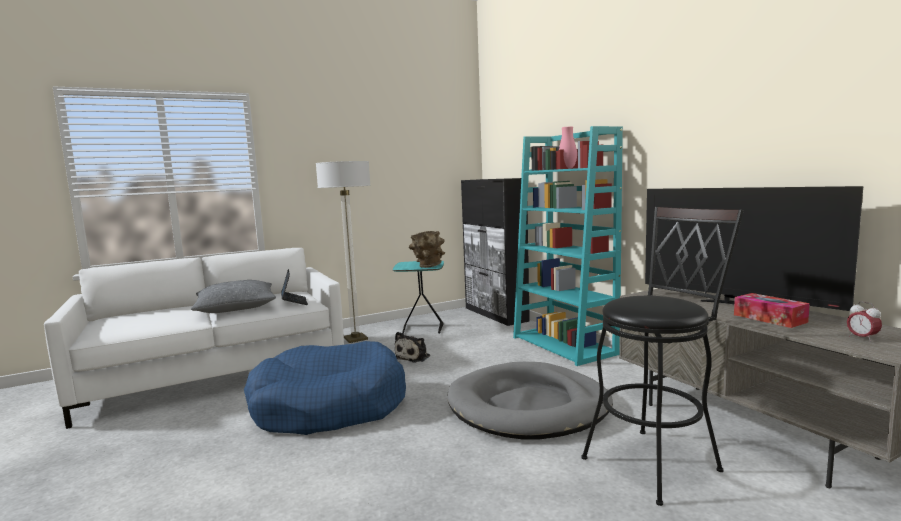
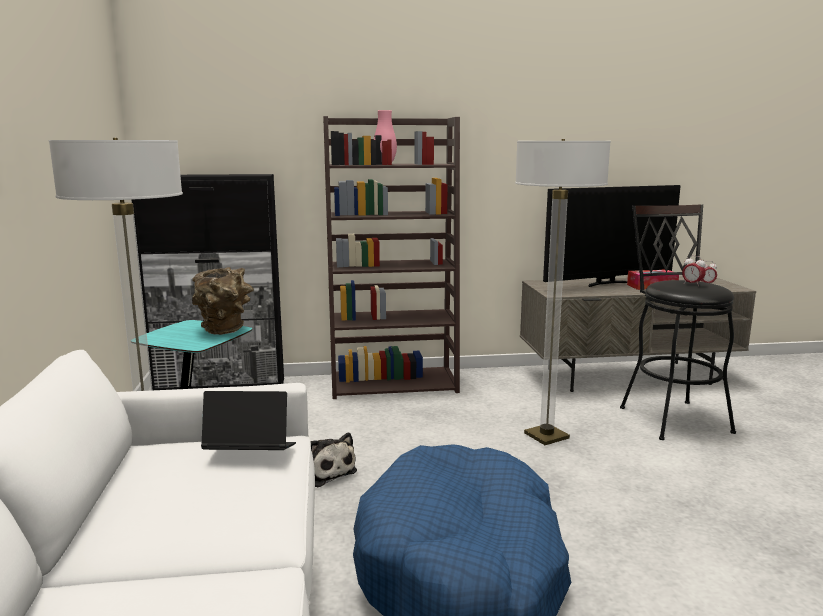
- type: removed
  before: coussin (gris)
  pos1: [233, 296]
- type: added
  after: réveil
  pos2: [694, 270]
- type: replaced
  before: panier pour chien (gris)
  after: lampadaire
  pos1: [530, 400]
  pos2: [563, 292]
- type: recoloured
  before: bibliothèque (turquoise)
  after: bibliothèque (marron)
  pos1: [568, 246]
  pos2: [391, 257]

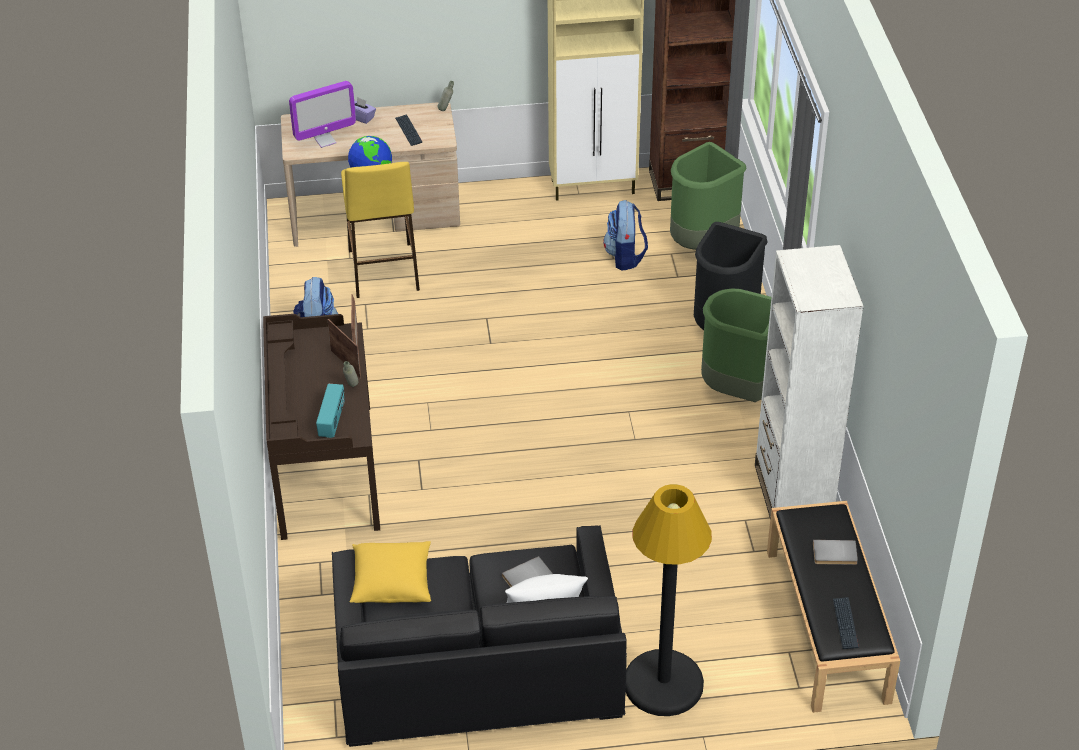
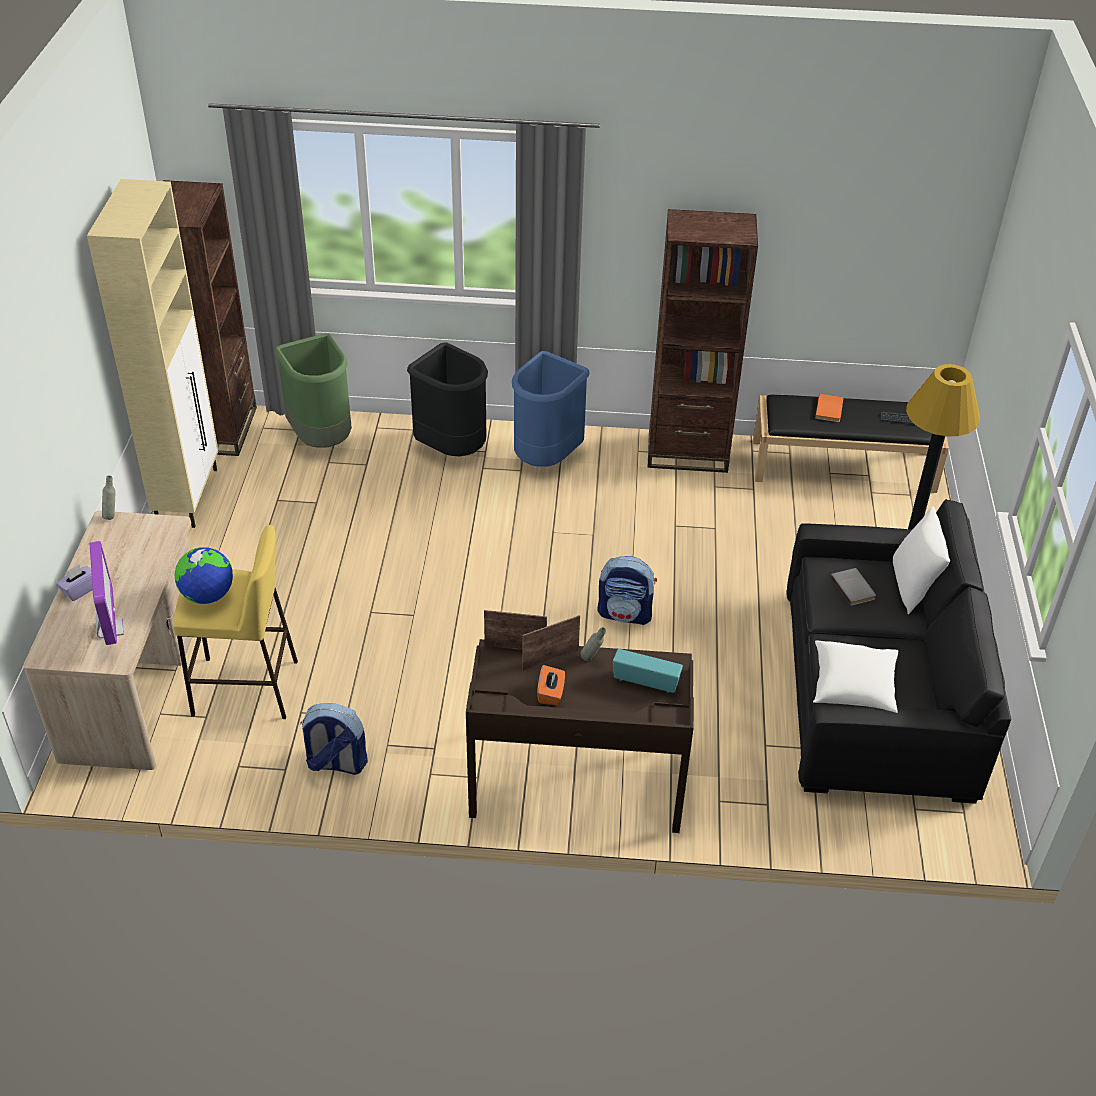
- type: removed
  before: clavier
  pos1: [408, 130]
- type: added
  after: boîte à mouchoirs (orange)
  pos2: [551, 685]
- type: moved
  before: sac à dos
  pos1: [625, 235]
  pos2: [627, 590]
- type: recoloured
  before: coussin (jaune)
  after: coussin (blanc)
  pos1: [390, 572]
  pos2: [855, 676]
- type: recoloured
  before: poubelle (vert)
  after: poubelle (bleu)
  pos1: [736, 345]
  pos2: [550, 409]
- type: recoloured
  before: bibliothèque (blanc)
  after: bibliothèque (marron)
  pos1: [809, 381]
  pos2: [703, 341]
- type: recoloured
  before: livre (gris)
  after: livre (orange)
  pos1: [835, 552]
  pos2: [829, 408]

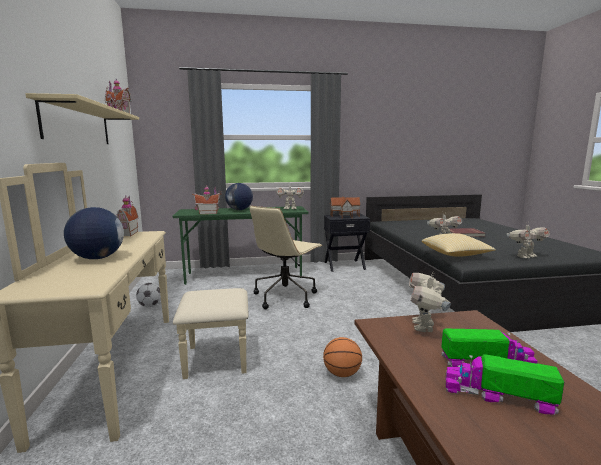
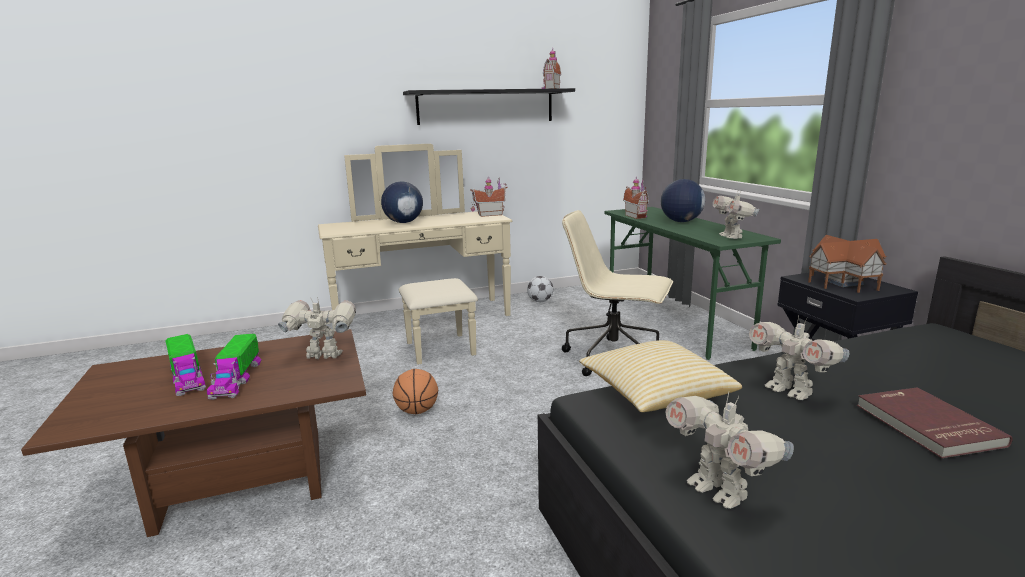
- type: recoloured
  before: étagère (beige)
  after: étagère (noir)
  pos1: [82, 118]
  pos2: [489, 106]
- type: turned
  before: camion jouet
  pos1: [504, 384]
  pos2: [185, 365]
  turn: 135

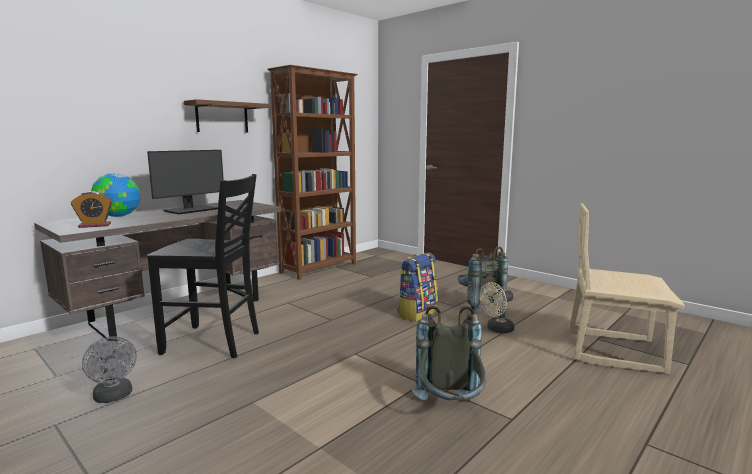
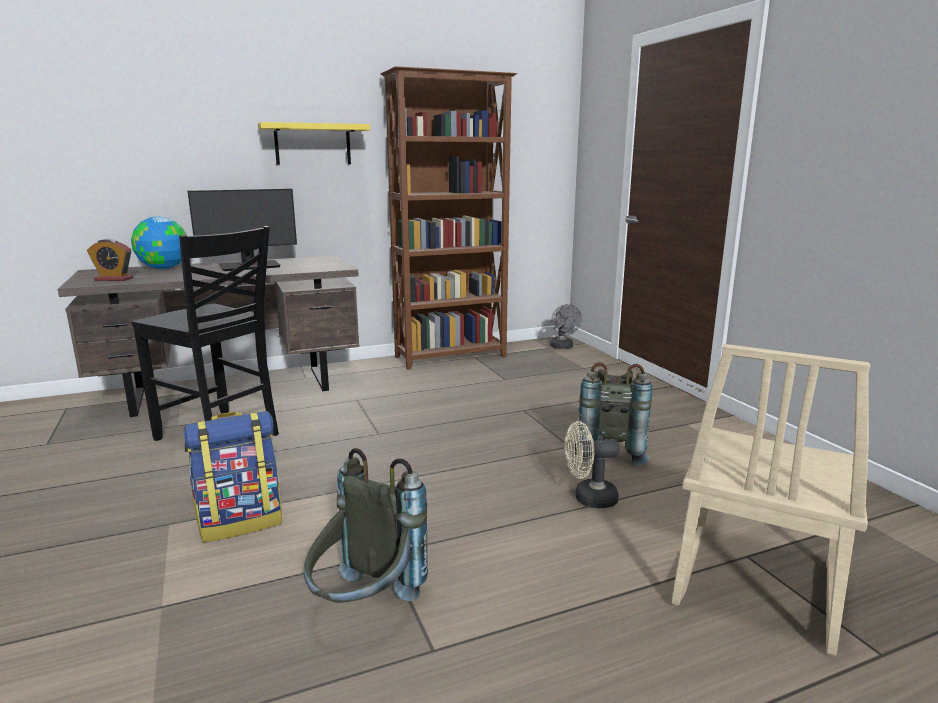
- type: moved
  before: ventilateur (gris)
  pos1: [109, 369]
  pos2: [566, 326]
- type: moved
  before: sac à dos
  pos1: [417, 287]
  pos2: [233, 476]
- type: recoloured
  before: étagère (marron)
  after: étagère (jaune)
  pos1: [226, 115]
  pos2: [314, 143]
- type: turned
  before: chaise (beige)
  pos1: [627, 288]
  pos2: [770, 500]
  turn: -105

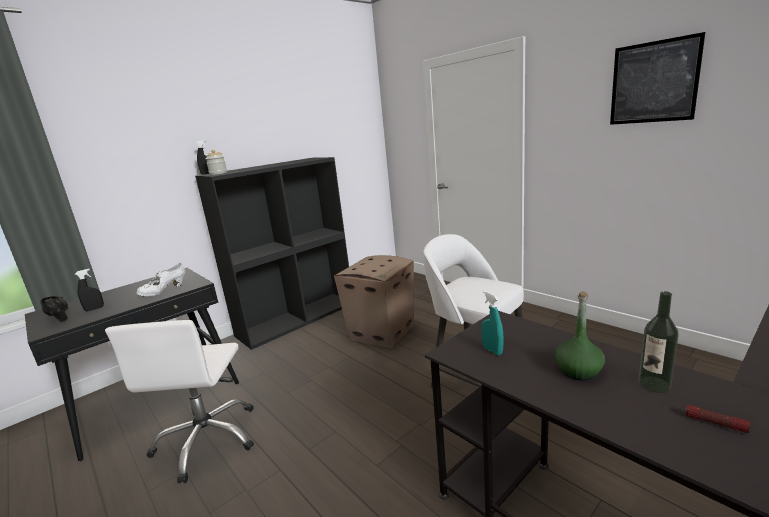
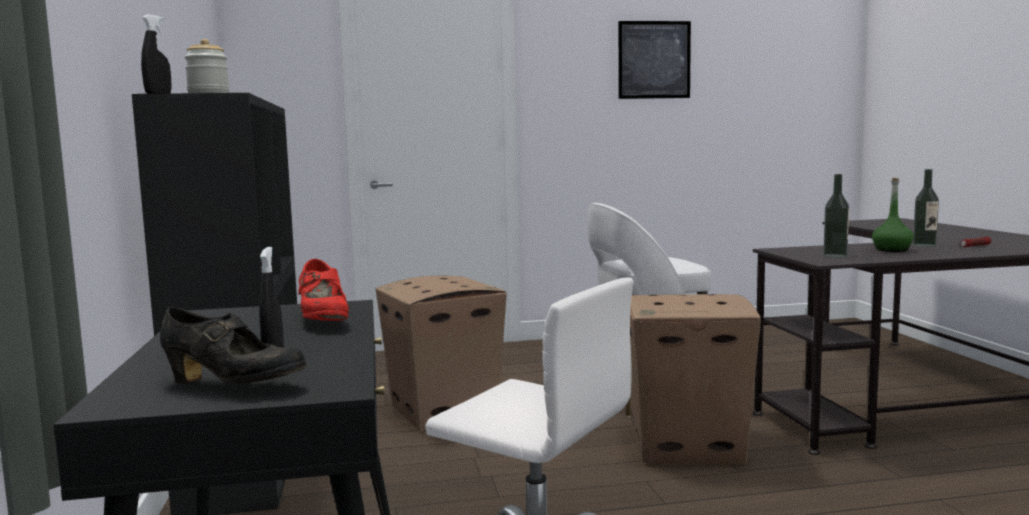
- type: added
  after: carton
  pos2: [695, 379]
- type: replaced
  before: vaporisateur (turquoise)
  after: bouteille
  pos1: [492, 323]
  pos2: [836, 216]
- type: recoloured
  before: chaussure (blanc)
  after: chaussure (rouge)
  pos1: [160, 279]
  pos2: [323, 290]
- type: turned
  before: chaussure (noir)
  pos1: [54, 309]
  pos2: [233, 345]
  turn: -150

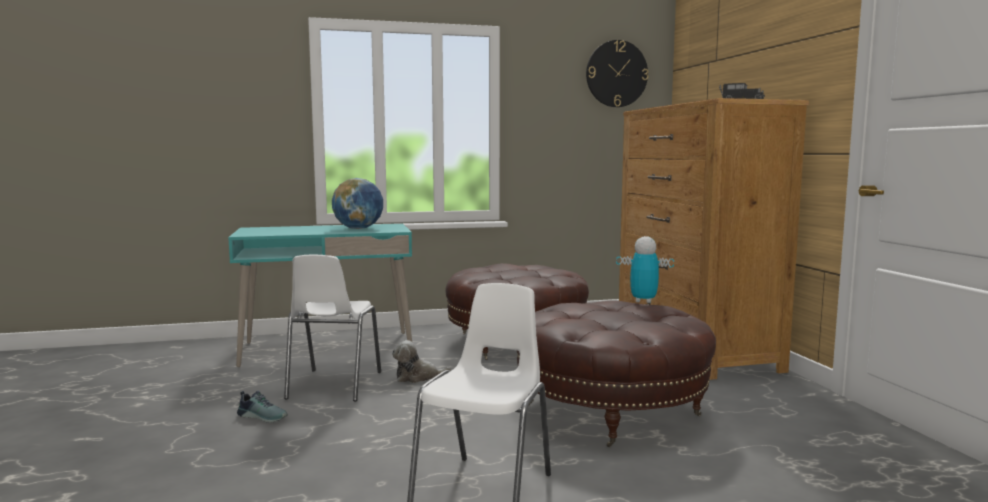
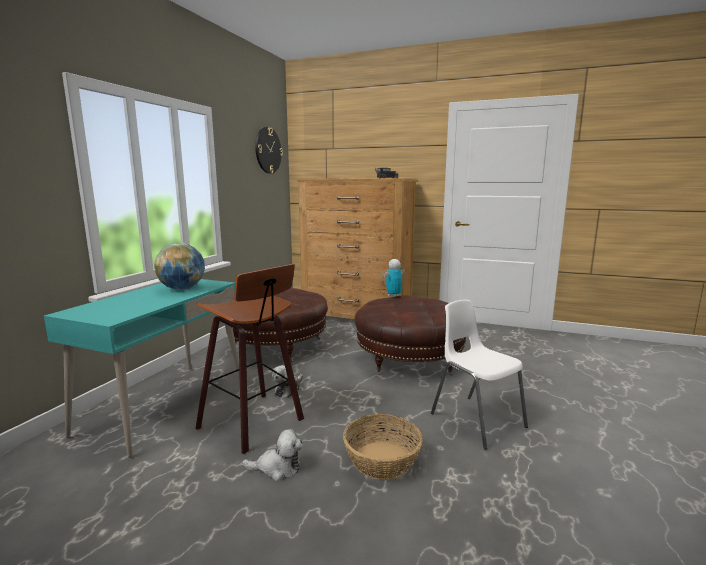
- type: added
  after: panier
  pos2: [383, 447]
- type: replaced
  before: chaussure
  after: peluche
  pos1: [262, 406]
  pos2: [272, 455]
- type: replaced
  before: chaise (blanc)
  after: tabouret
  pos1: [332, 328]
  pos2: [250, 359]

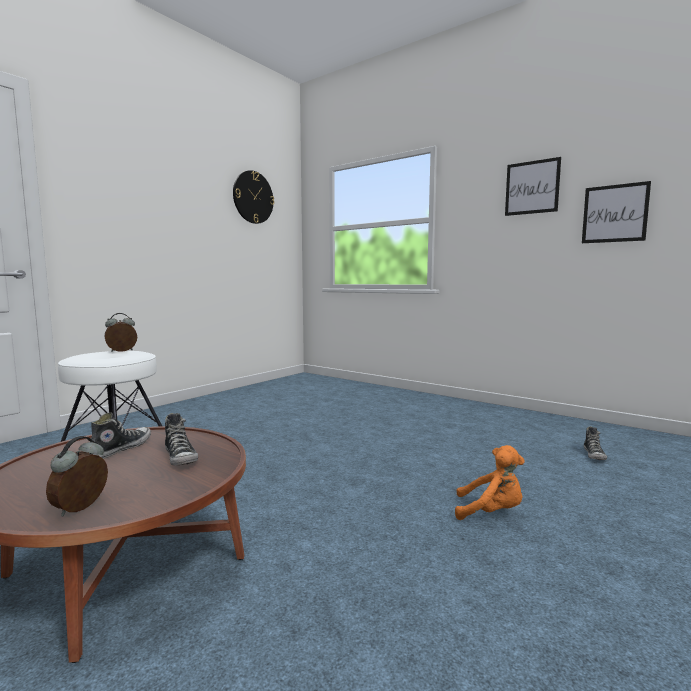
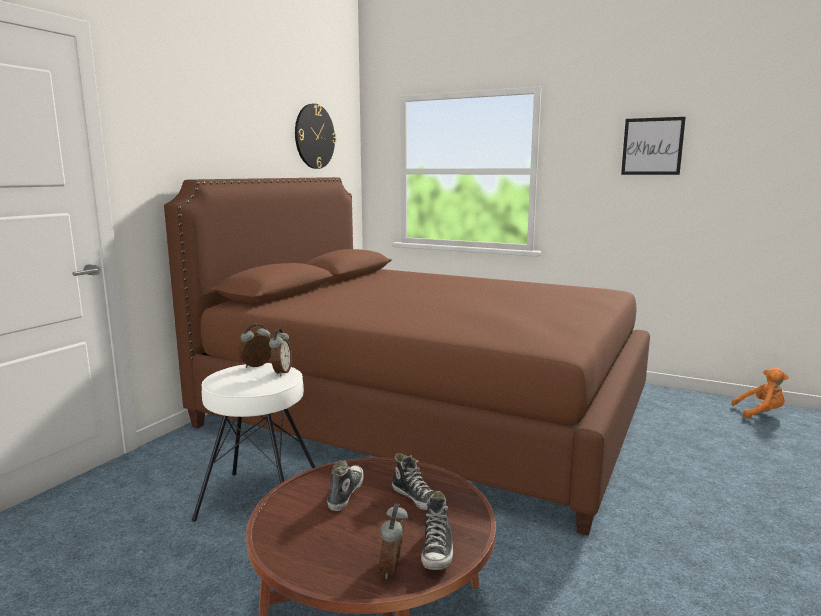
- type: removed
  before: tableau
  pos1: [616, 212]
- type: added
  after: lit (marron)
  pos2: [407, 356]
- type: added
  after: réveil
  pos2: [280, 352]
- type: moved
  before: peluche (orange)
  pos1: [490, 482]
  pos2: [760, 393]
- type: moved
  before: chaussure
  pos1: [595, 443]
  pos2: [437, 530]

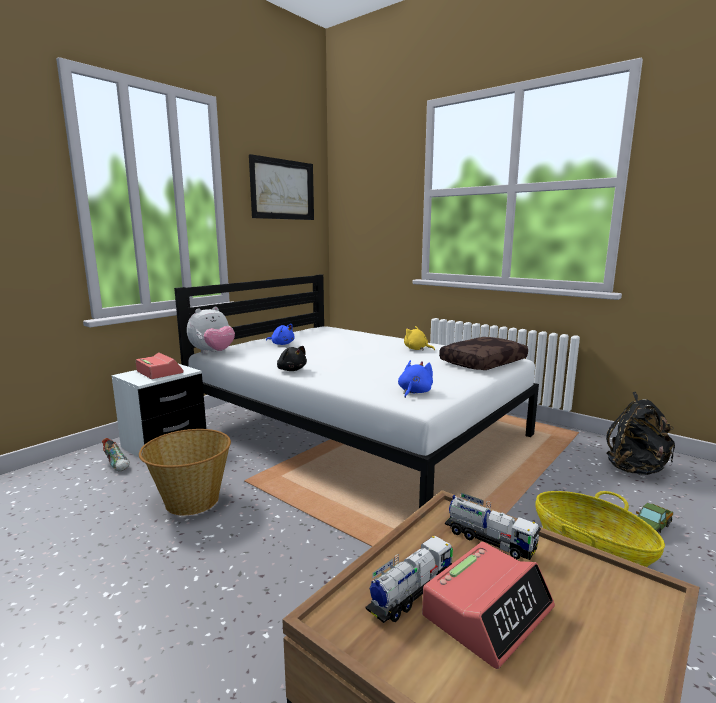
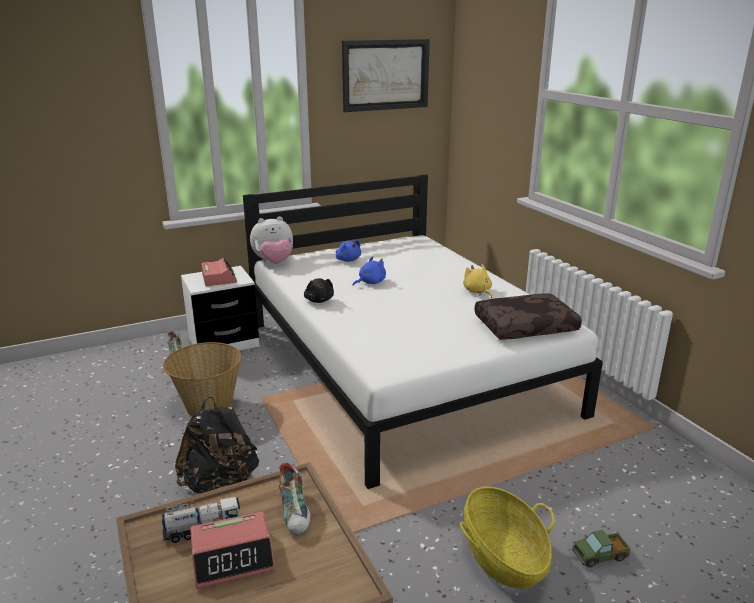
- type: moved
  before: peluche (bleu)
  pos1: [415, 379]
  pos2: [369, 271]
- type: moved
  before: sac à dos (noir)
  pos1: [640, 433]
  pos2: [217, 445]
- type: replaced
  before: camion jouet
  after: chaussure
  pos1: [493, 526]
  pos2: [295, 499]

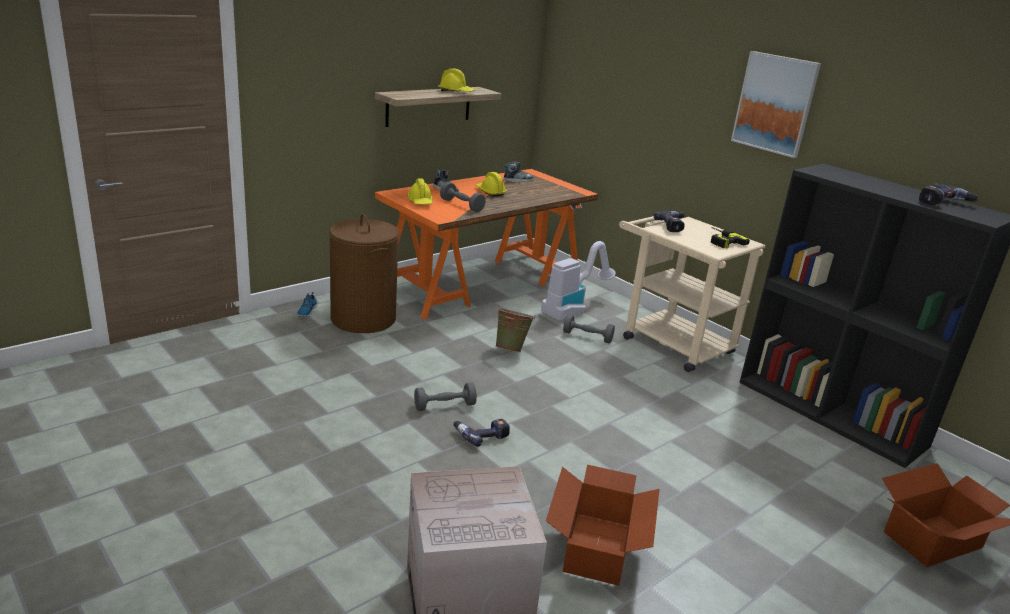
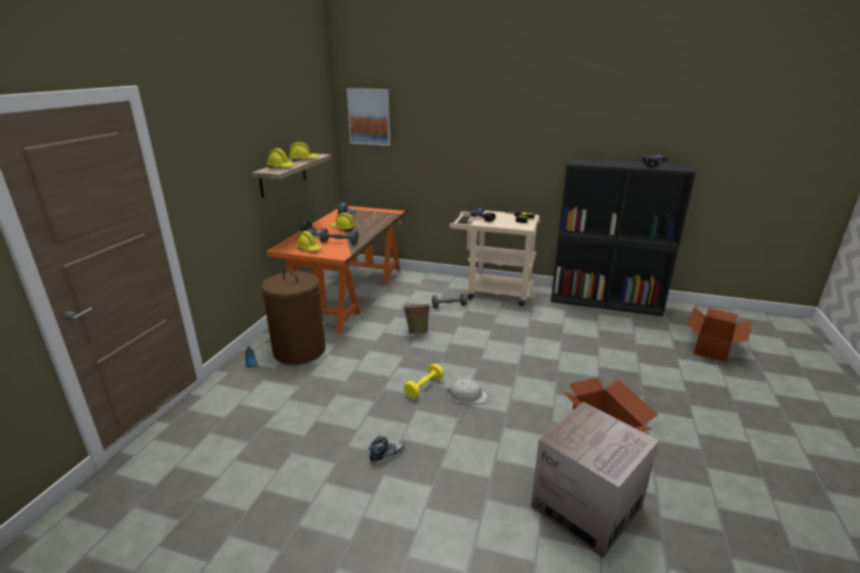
- type: removed
  before: aspirateur
  pos1: [578, 281]
- type: added
  after: casque de chantier (jaune)
  pos2: [281, 158]
- type: added
  after: chaussure
  pos2: [386, 450]
- type: moved
  before: tableau
  pos1: [776, 104]
  pos2: [368, 117]
- type: replaced
  before: perceuse
  after: casque de chantier (blanc)
  pos1: [481, 433]
  pos2: [467, 391]
- type: recoloured
  before: haltère (gris)
  after: haltère (jaune)
  pos1: [445, 397]
  pos2: [424, 381]

